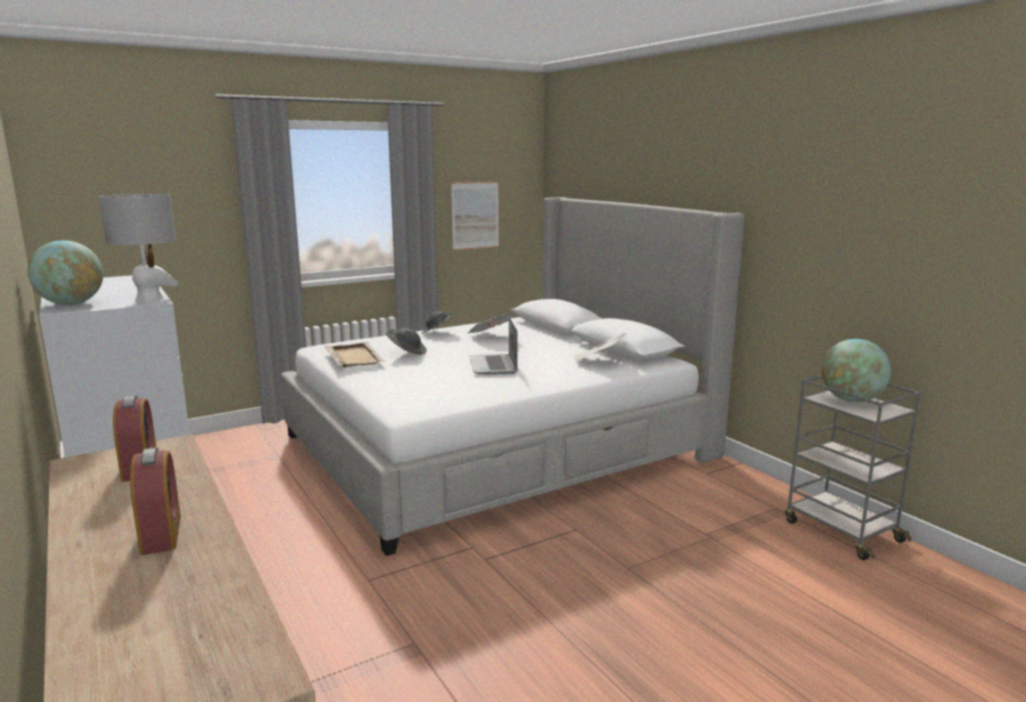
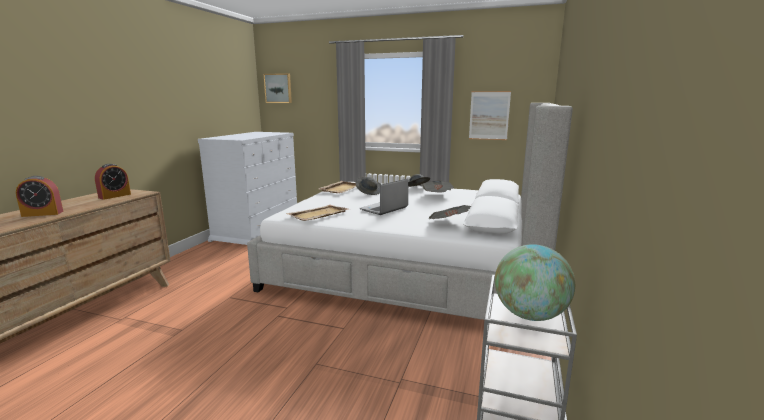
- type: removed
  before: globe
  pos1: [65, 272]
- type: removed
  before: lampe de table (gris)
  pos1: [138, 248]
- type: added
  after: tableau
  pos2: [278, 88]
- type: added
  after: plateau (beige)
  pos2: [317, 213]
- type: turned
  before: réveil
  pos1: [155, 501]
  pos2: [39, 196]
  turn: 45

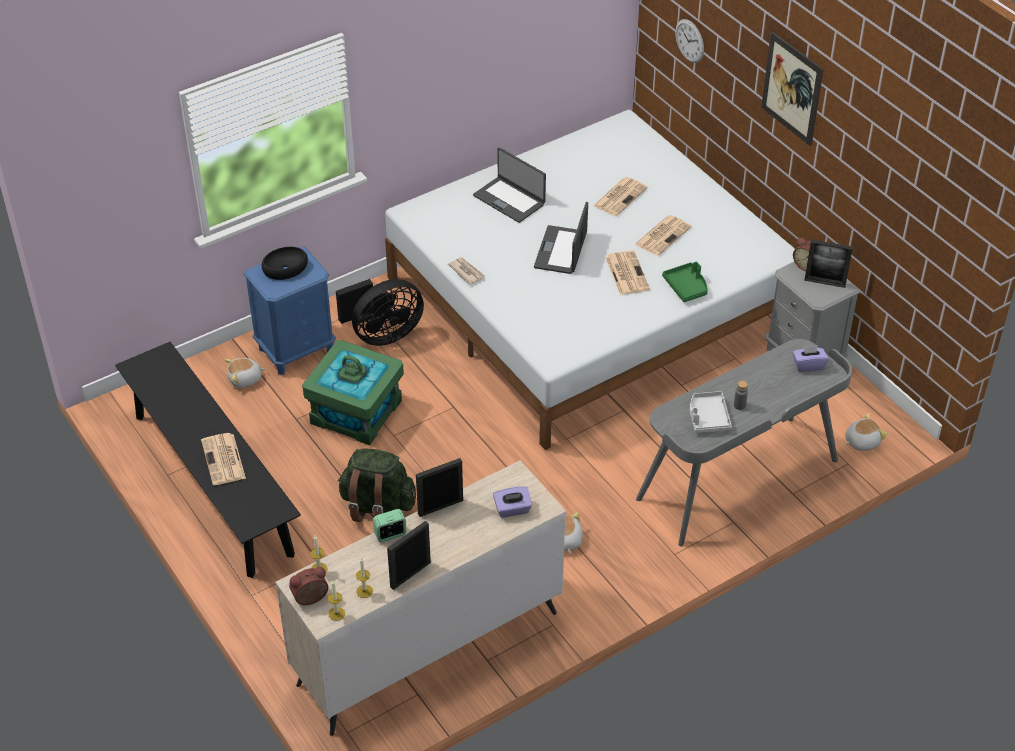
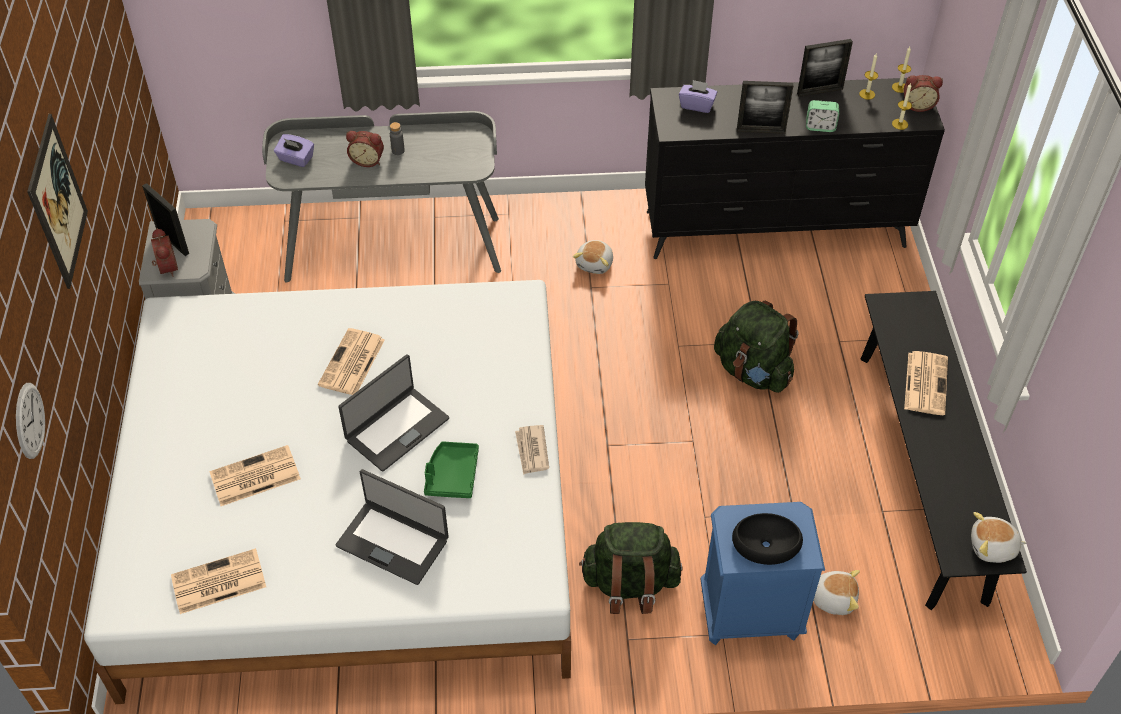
- type: removed
  before: boîte de rangement (vert)
  pos1: [353, 392]
- type: removed
  before: plateau (gris)
  pos1: [711, 412]
- type: added
  after: réveil
  pos2: [365, 149]
- type: moved
  before: journal
  pos1: [663, 235]
  pos2: [218, 581]
- type: moved
  before: plateau (vert)
  pos1: [685, 281]
  pos2: [451, 469]
- type: moved
  before: peluche
  pos1: [866, 432]
  pos2: [999, 537]
- type: replaced
  before: ventilateur (noir)
  after: sac à dos (vert)
  pos1: [380, 312]
  pos2: [630, 568]
- type: recoloured
  before: commode (beige)
  after: commode (noir)
  pos1: [420, 598]
  pos2: [795, 168]
- type: turned
  before: ordinateur portable
  pos1: [509, 185]
  pos2: [392, 527]
  turn: 135

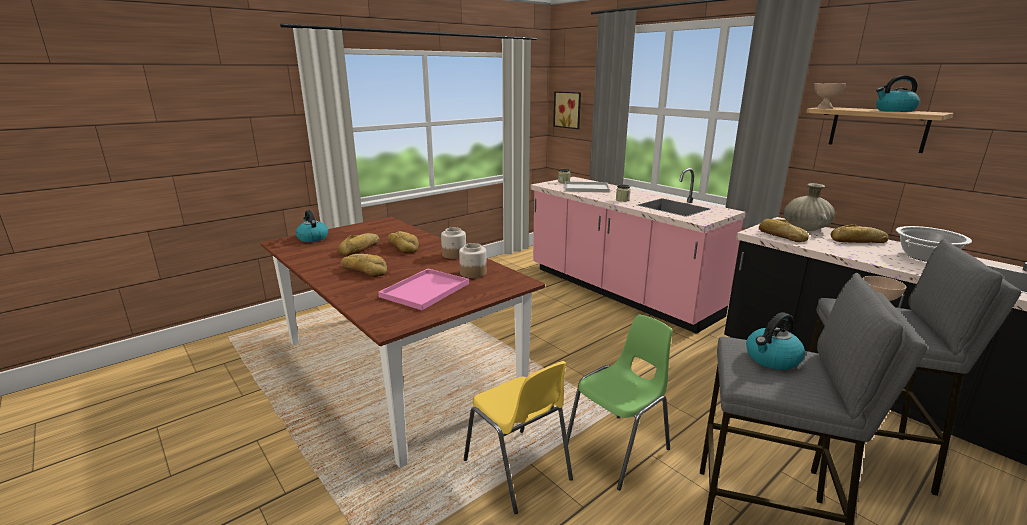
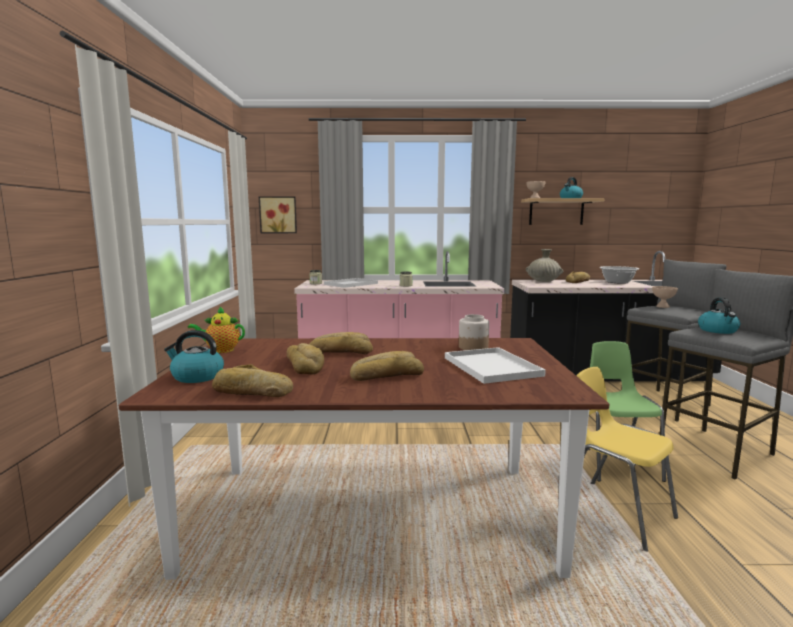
- type: removed
  before: bocal
  pos1: [453, 243]
- type: added
  after: théière
  pos2: [216, 329]
- type: moved
  before: pain
  pos1: [784, 230]
  pos2: [252, 380]
- type: recoloured
  before: plateau (rose)
  after: plateau (blanc)
  pos1: [423, 289]
  pos2: [495, 365]
- type: turned
  before: chaise (jaune)
  pos1: [518, 437]
  pos2: [627, 459]
  turn: -135

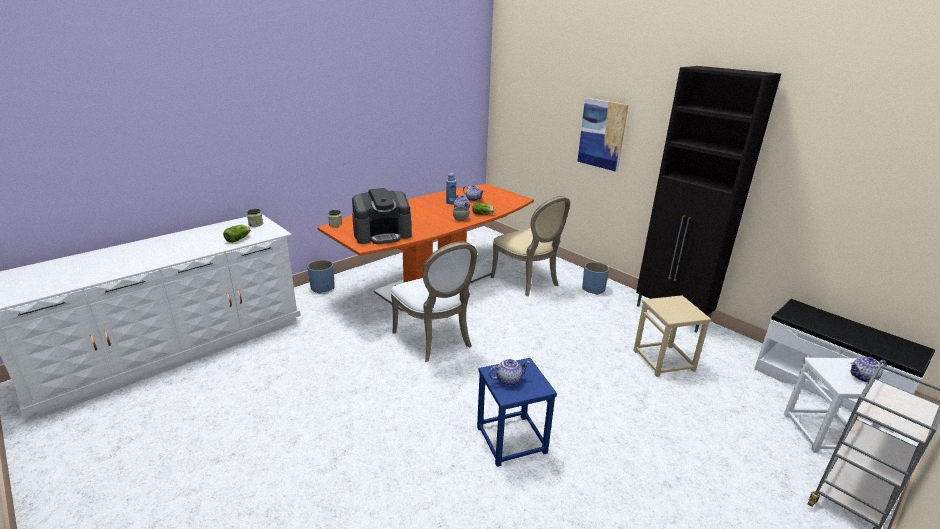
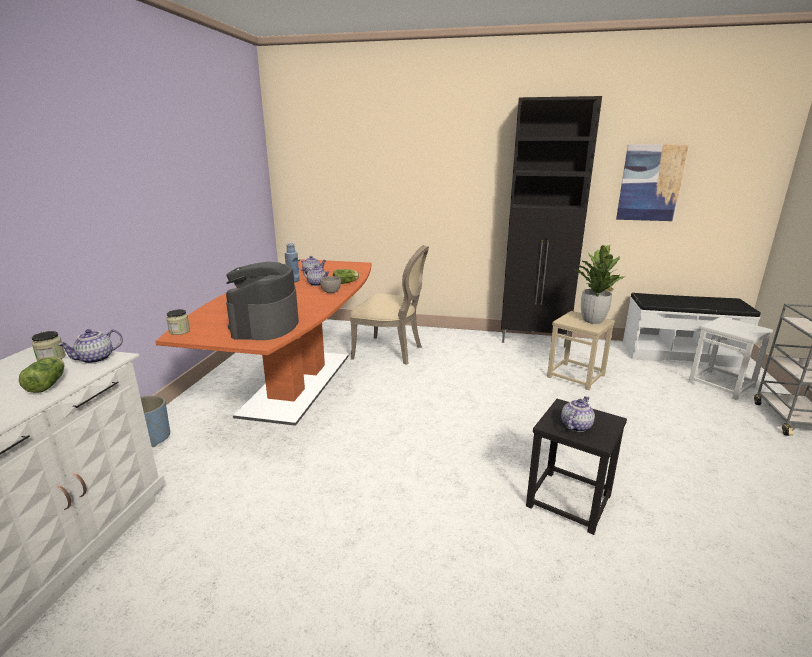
- type: removed
  before: chaise (blanc)
  pos1: [434, 301]
- type: removed
  before: cache-pot (bleu)
  pos1: [595, 278]
- type: added
  after: plante en pot
  pos2: [599, 284]
- type: moved
  before: tableau
  pos1: [602, 135]
  pos2: [652, 183]
- type: moved
  before: théière
  pos1: [868, 370]
  pos2: [90, 346]
- type: recoloured
  before: tabouret (bleu)
  after: tabouret (noir)
  pos1: [517, 412]
  pos2: [576, 467]
- type: turned
  before: machine à café
  pos1: [382, 216]
  pos2: [262, 301]
  turn: 150

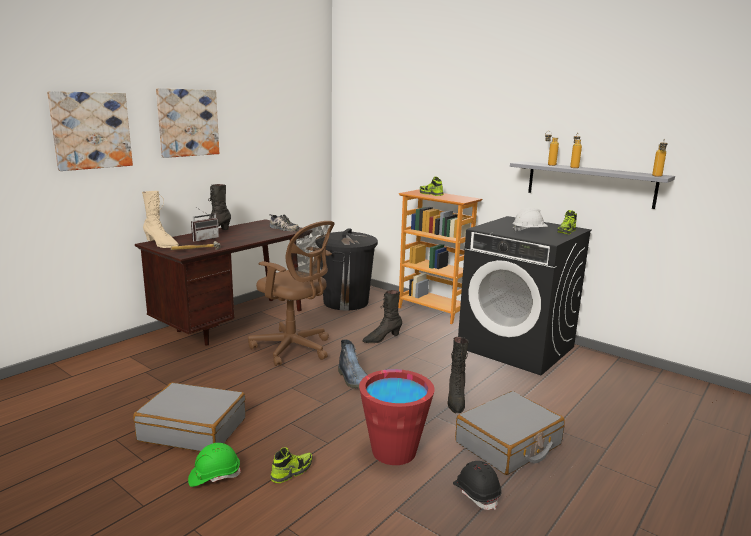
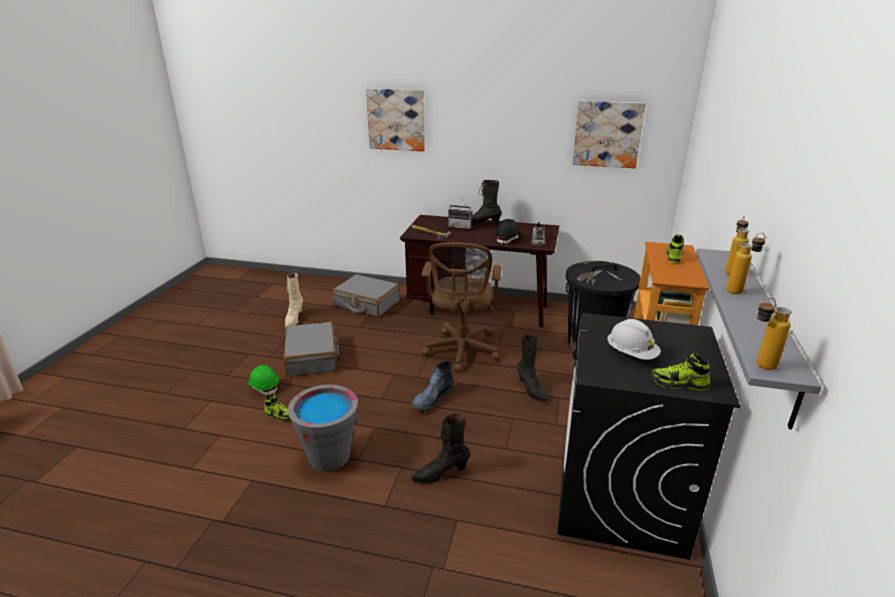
- type: moved
  before: botte (beige)
  pos1: [160, 219]
  pos2: [294, 300]
- type: moved
  before: tableau
  pos1: [187, 123]
  pos2: [609, 134]
- type: moved
  before: casque de chantier (noir)
  pos1: [477, 485]
  pos2: [508, 231]
- type: moved
  before: valise (gris)
  pos1: [510, 433]
  pos2: [366, 295]
- type: recoloured
  before: seau (rouge)
  after: seau (gris)
  pos1: [396, 417]
  pos2: [323, 428]
- type: turned
  before: botte (noir)
  pos1: [382, 316]
  pos2: [532, 368]
  turn: -150

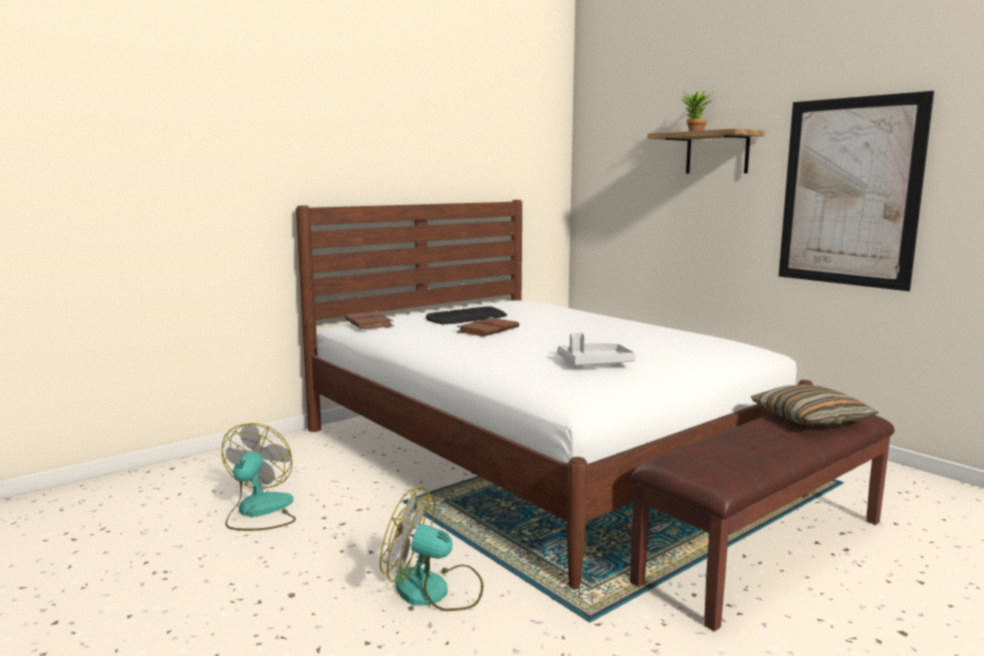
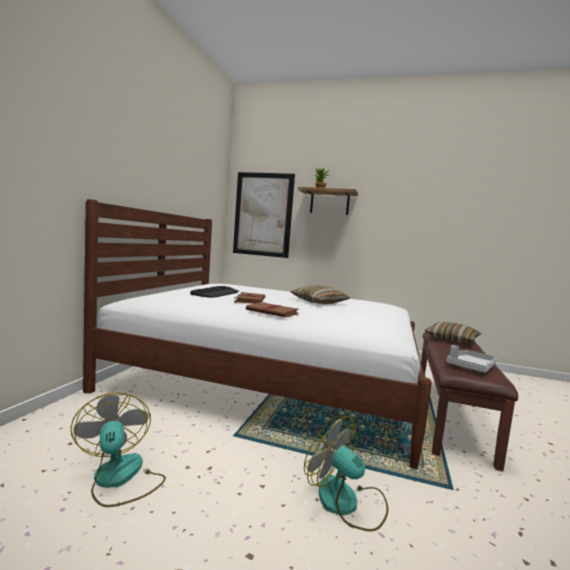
- type: added
  after: coussin
  pos2: [320, 294]
- type: moved
  before: livre (marron)
  pos1: [369, 320]
  pos2: [272, 309]
- type: moved
  before: plateau (gris)
  pos1: [596, 349]
  pos2: [471, 359]
- type: moved
  before: tableau
  pos1: [856, 191]
  pos2: [264, 215]
- type: turned
  before: ventilateur
  pos1: [431, 549]
  pos2: [346, 474]
  turn: 60

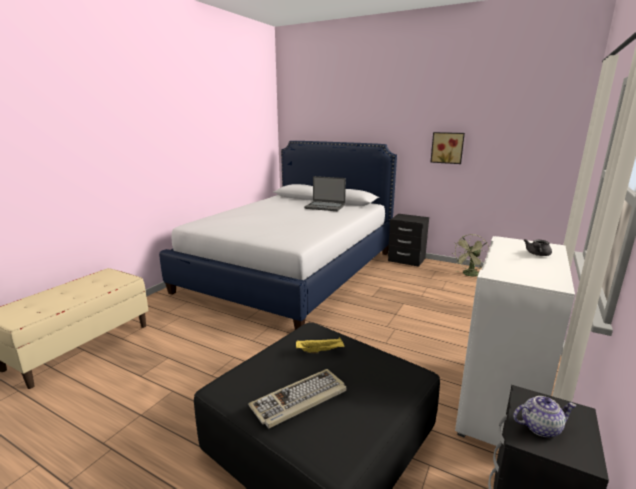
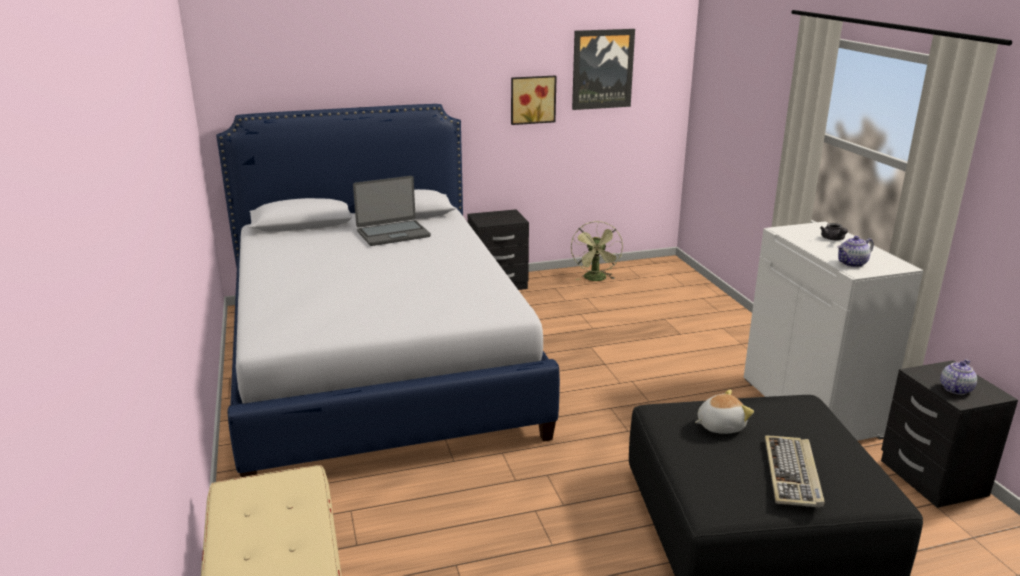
- type: added
  after: tableau
  pos2: [603, 69]
- type: added
  after: théière
  pos2: [855, 251]
- type: replaced
  before: plateau (jaune)
  after: peluche
  pos1: [320, 345]
  pos2: [724, 411]

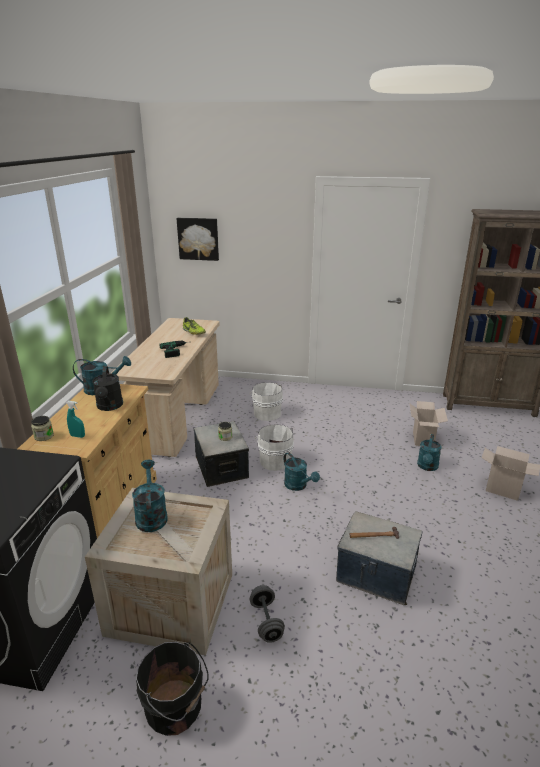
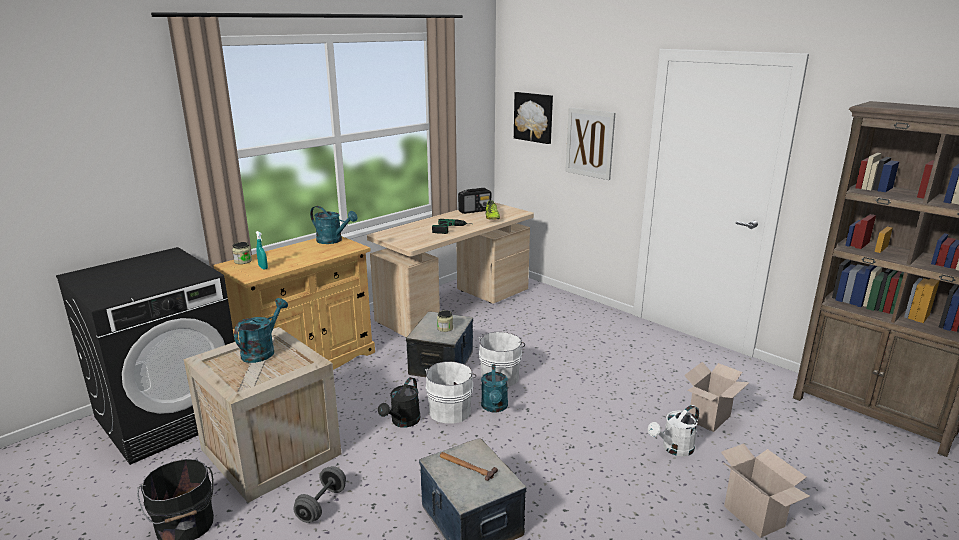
- type: added
  after: radio
  pos2: [474, 201]
- type: added
  after: tableau
  pos2: [590, 144]
- type: moved
  before: arrosoir (noir)
  pos1: [107, 388]
  pos2: [399, 402]
- type: moved
  before: seau (blanc)
  pos1: [266, 401]
  pos2: [450, 392]
- type: recoloured
  before: arrosoir (turquoise)
  after: arrosoir (blanc)
  pos1: [429, 452]
  pos2: [673, 430]

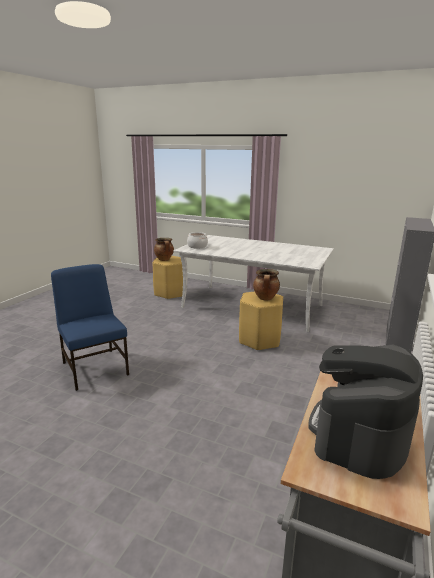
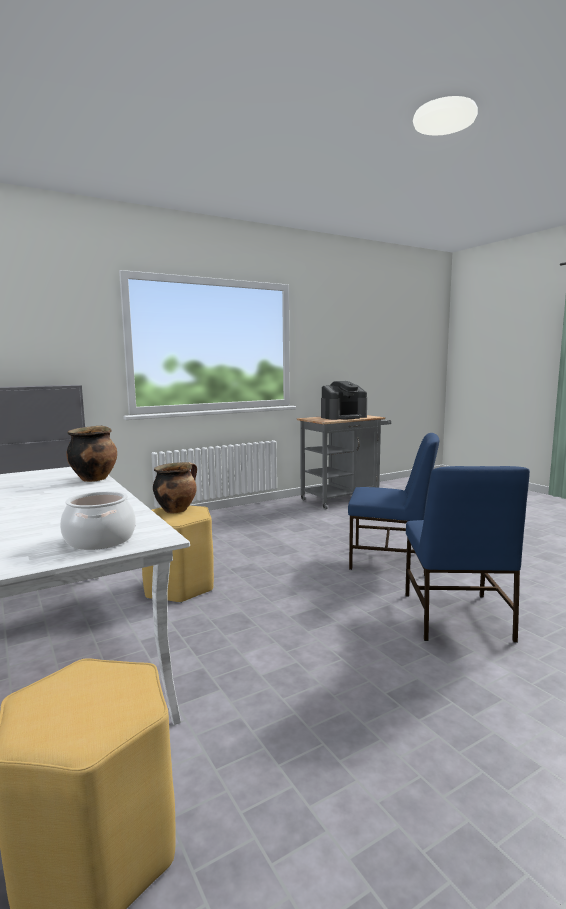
- type: added
  after: chaise (bleu)
  pos2: [393, 504]
- type: moved
  before: marmite
  pos1: [164, 249]
  pos2: [91, 454]

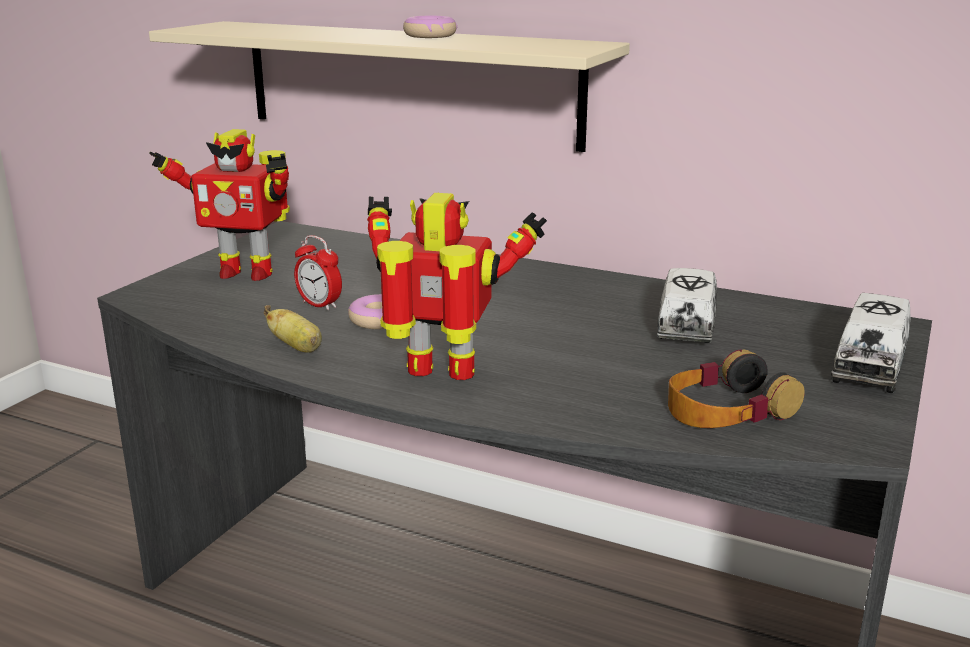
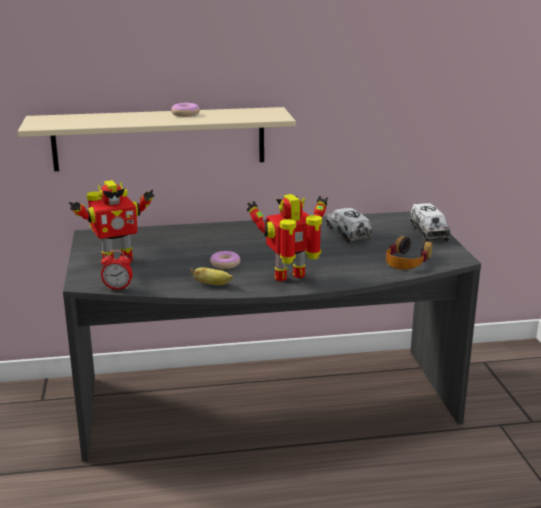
- type: moved
  before: réveil
  pos1: [318, 273]
  pos2: [117, 270]

